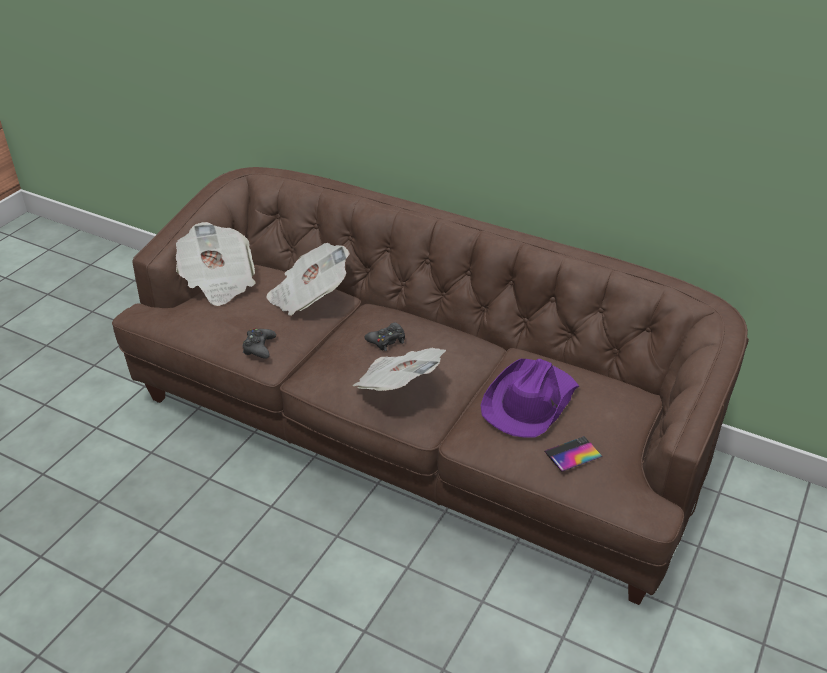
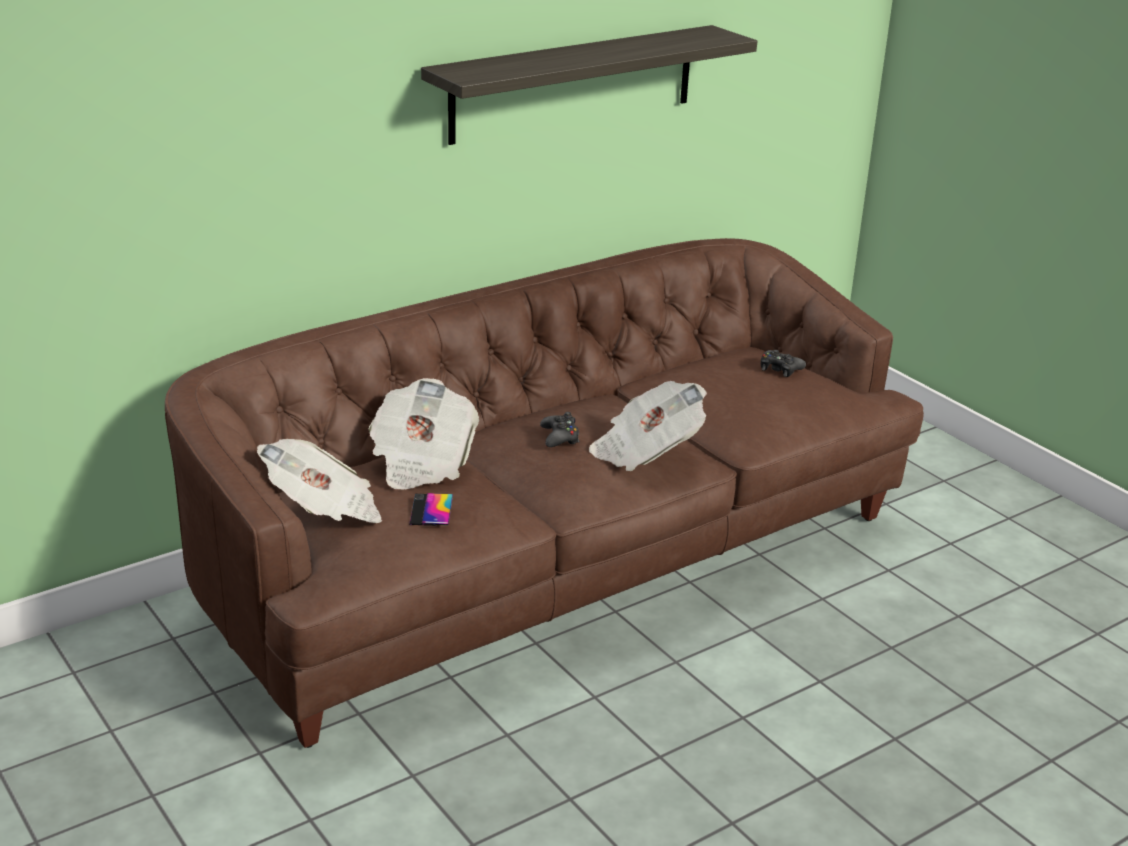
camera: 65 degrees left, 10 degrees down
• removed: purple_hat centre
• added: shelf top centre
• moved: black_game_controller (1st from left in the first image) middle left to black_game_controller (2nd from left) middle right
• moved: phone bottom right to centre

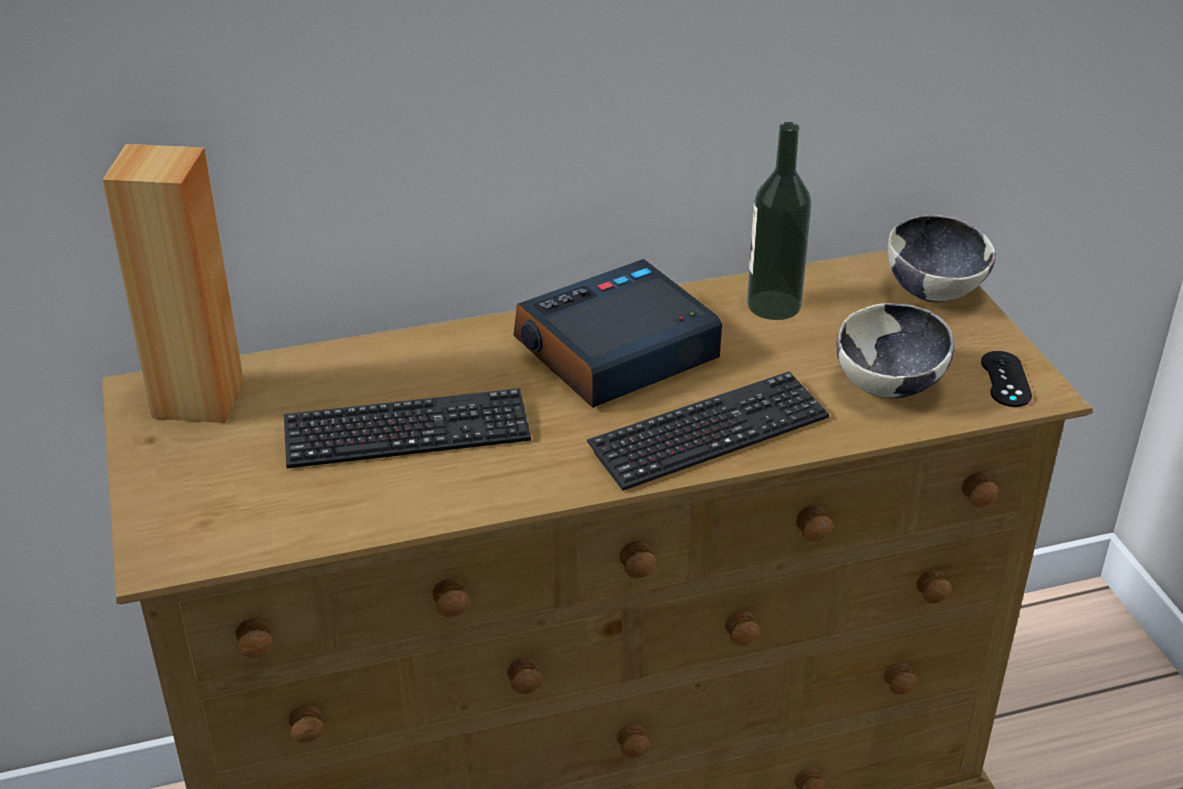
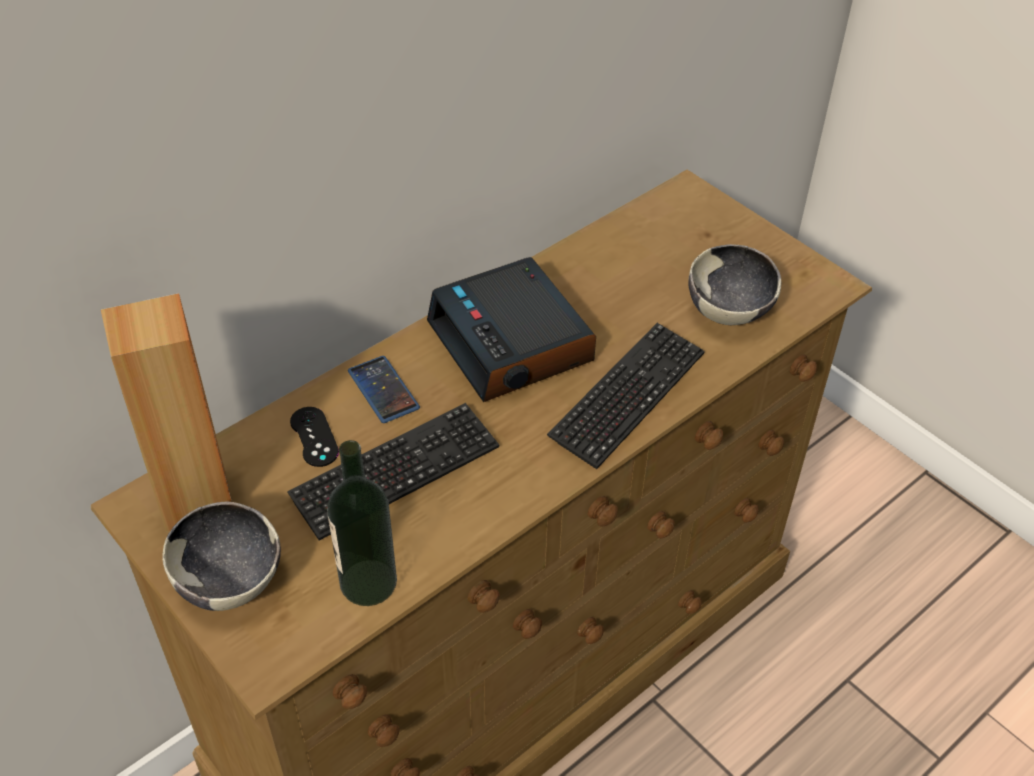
camera: 25 degrees left, 10 degrees up
• added: phone centre
• moved: bottle top centre to bottom centre
• moved: bowl (2nd from left in the first image) top right to bowl (1st from left) bottom left
• moved: black_game_controller middle right to middle left
• turned: alarm_clock centre = centre 60 degrees counterclockwise

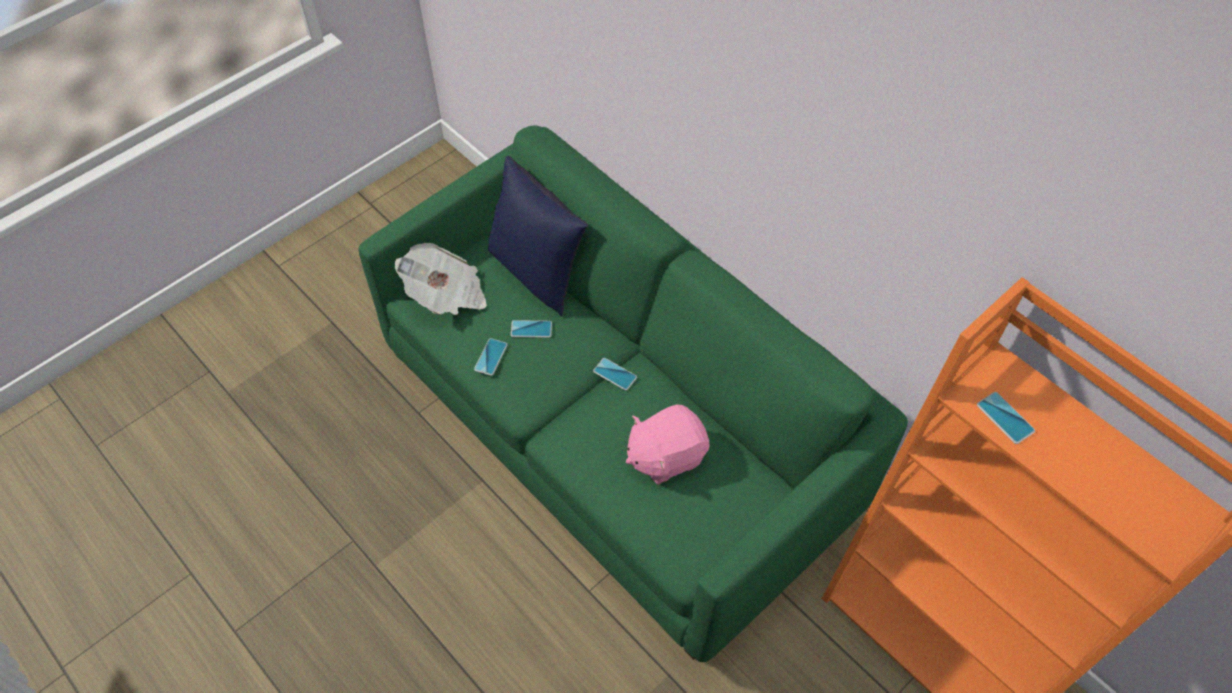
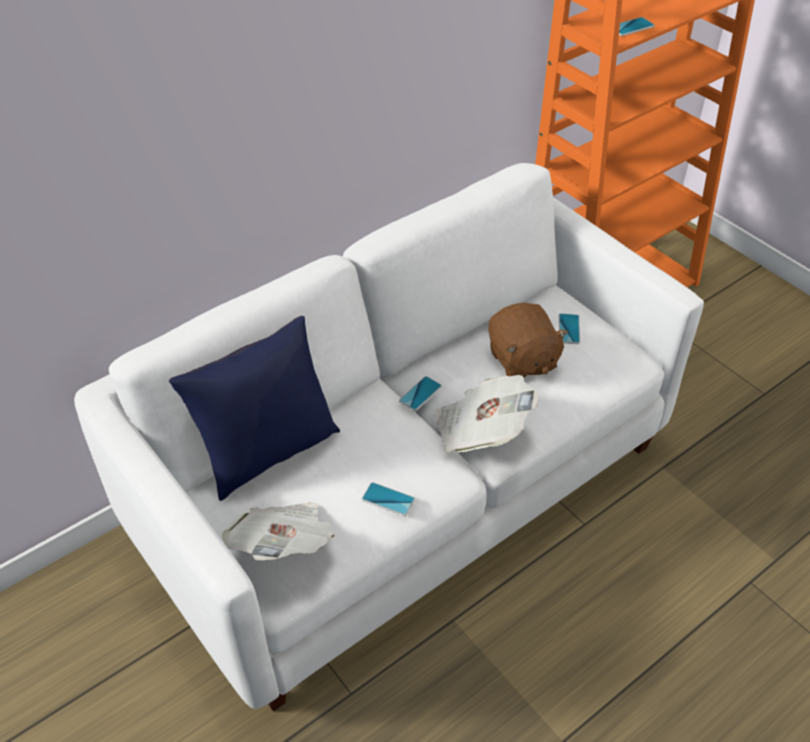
camera: 85 degrees left, 10 degrees down
• added: newspaper (2nd from left) centre
• moved: phone (2nd from left in the first image) centre to phone (3rd from left) middle right
• recoloured: green_sofa centre to white_sofa centre
• recoloured: pink_plush_toy centre to brown_plush_toy centre

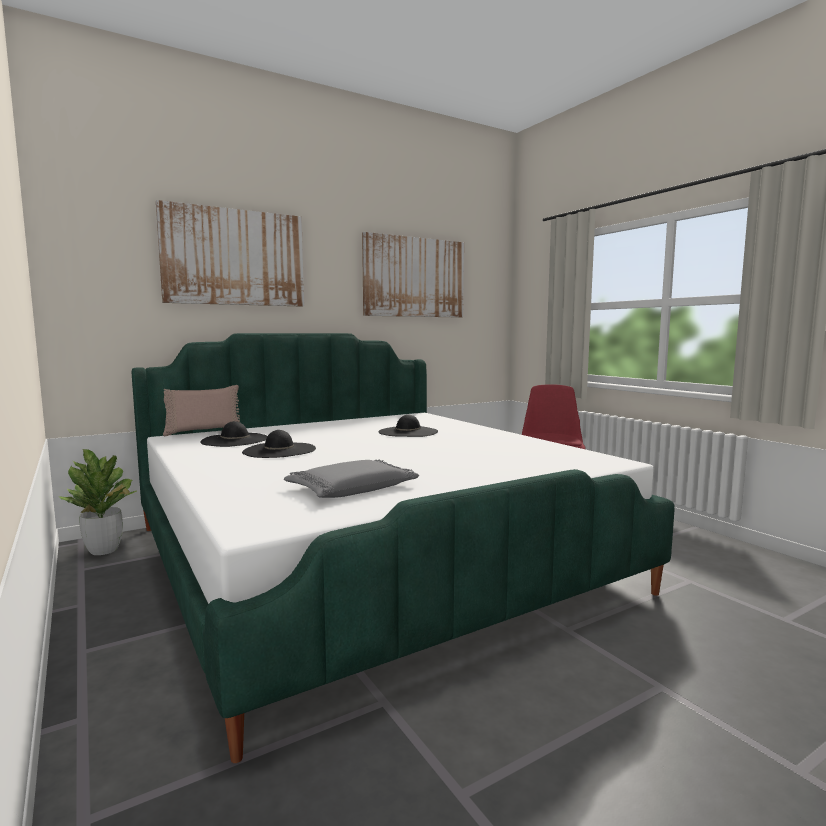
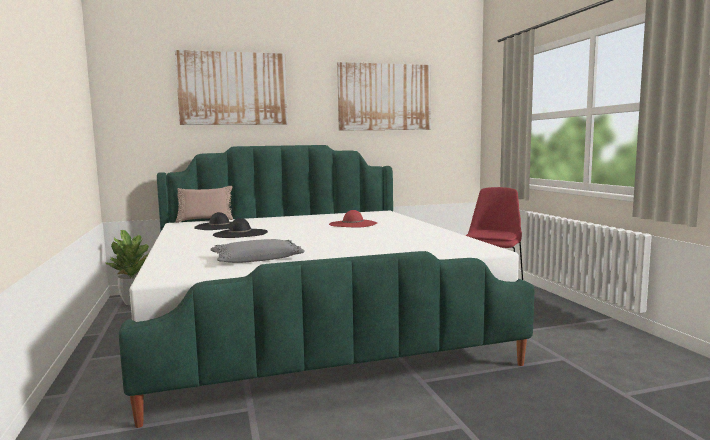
camera: 15 degrees right, 0 degrees up
• recoloured: black_hat (3rd from left) centre to red_hat centre

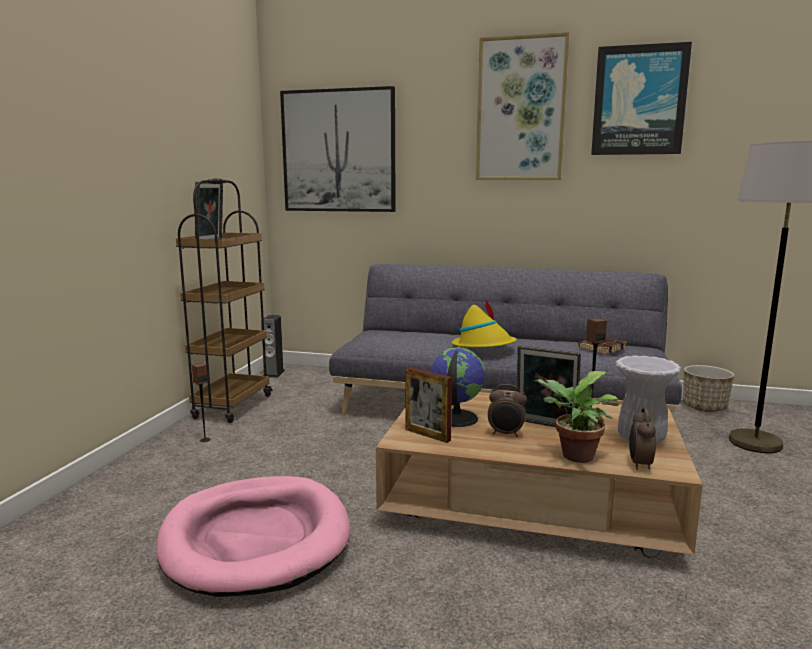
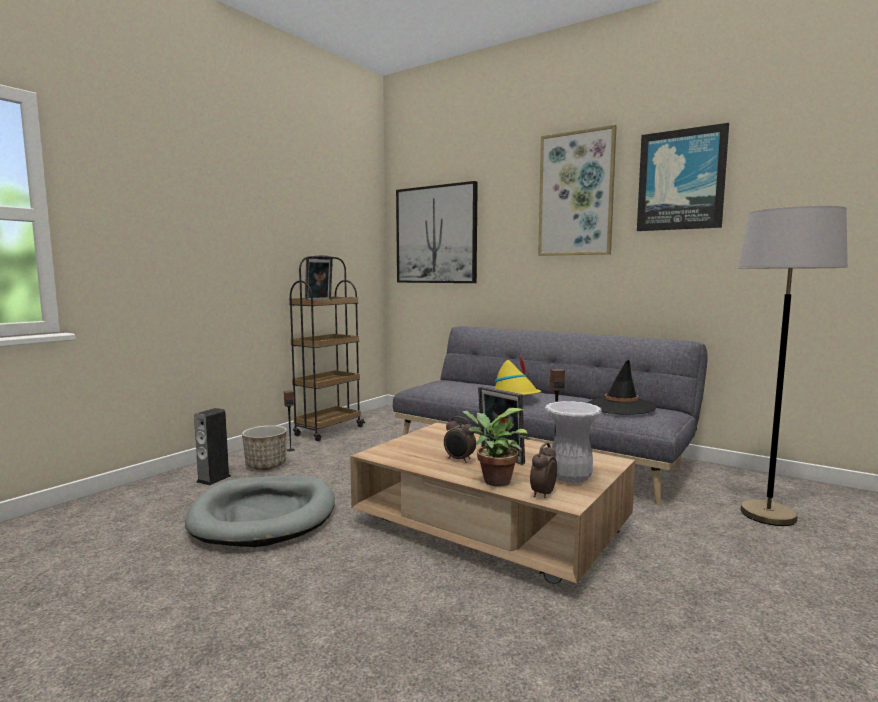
camera: 20 degrees right, 5 degrees down
• removed: picture_frame (2nd from left) centre
• removed: globe centre
• moved: speaker (2nd from left in the first image) centre to speaker (1st from left) middle left
• moved: planter middle right to middle left
• replaced: brown_book middle right to black_hat middle right
• recoloured: pink_dog_bed bottom left to grey_dog_bed bottom left

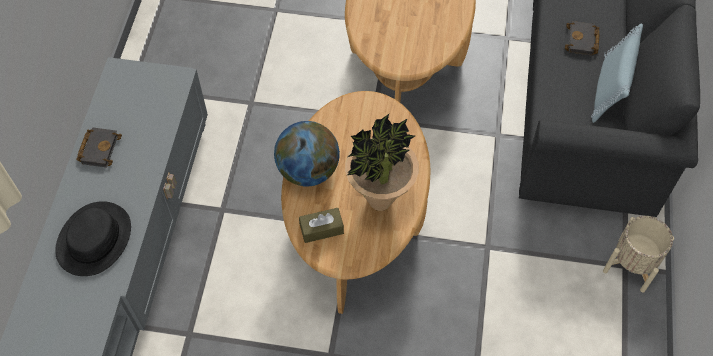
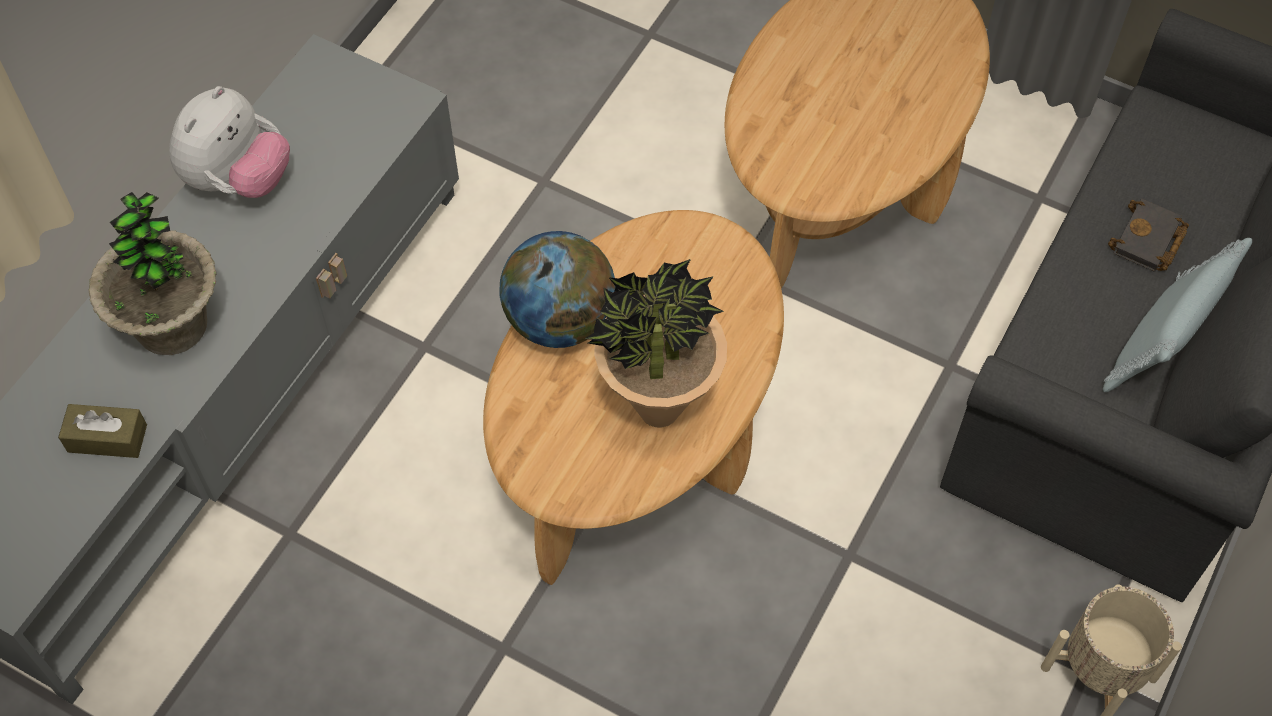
camera: 20 degrees right, 0 degrees up
• moved: brown_tissue_box centre to middle left
• replaced: black_hat bottom left to potted_plant (1st from left) middle left
• replaced: black_book (1st from left) middle left to plush_toy top left

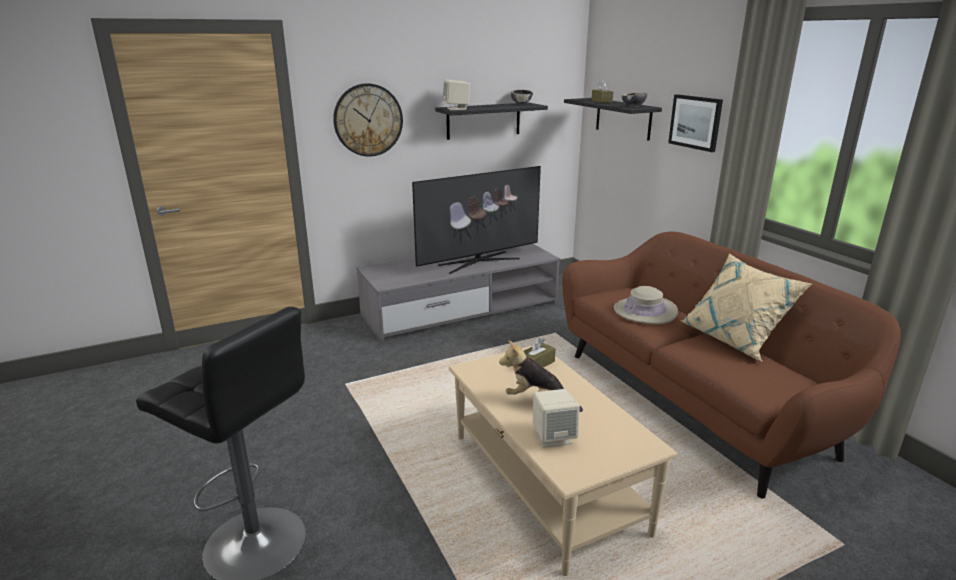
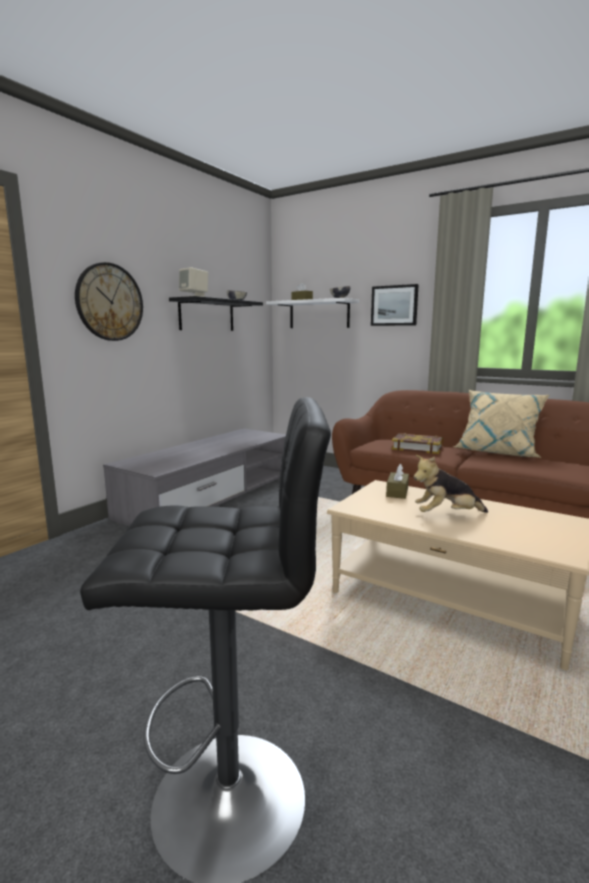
camera: 30 degrees left, 10 degrees down
• removed: television centre
• removed: beige_speaker (2nd from left) bottom centre
• replaced: beige_hat middle right to book middle right
• recoloured: black_shelf (2nd from left) top centre to white_shelf centre

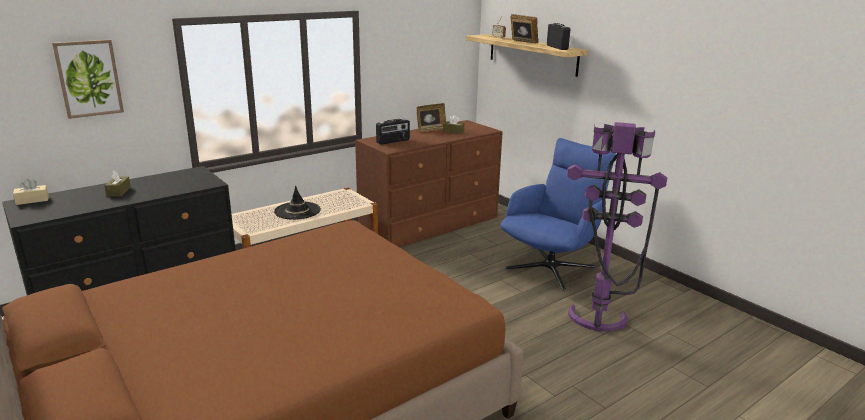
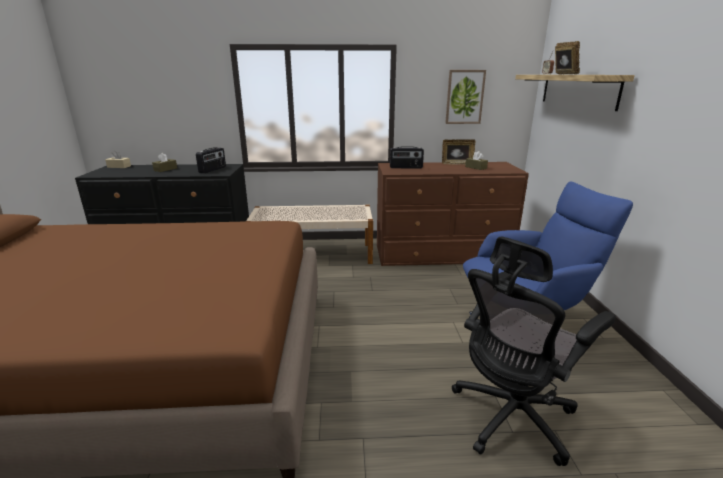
camera: 35 degrees right, 0 degrees up
• removed: black_hat centre
• moved: picture top left to top centre
• moved: radio (3rd from left in the first image) top centre to radio (1st from left) middle left
• replaced: purple_floor_lamp middle right to office_chair bottom right

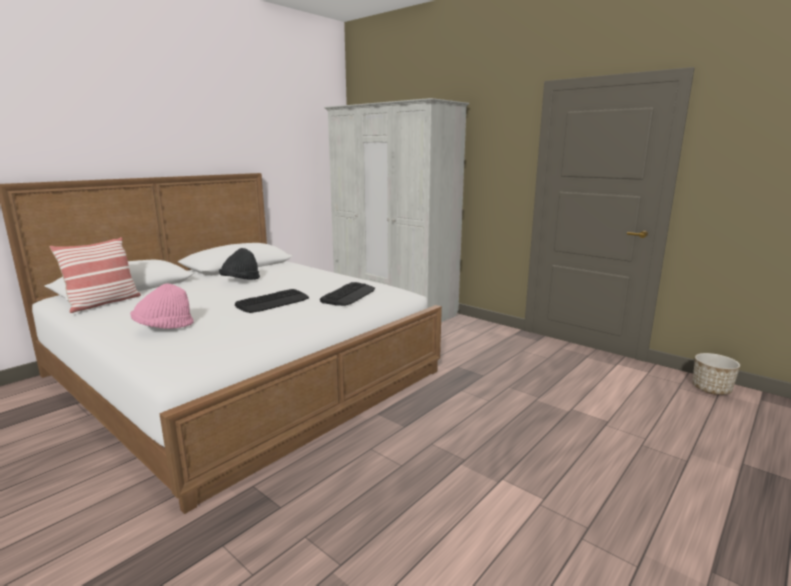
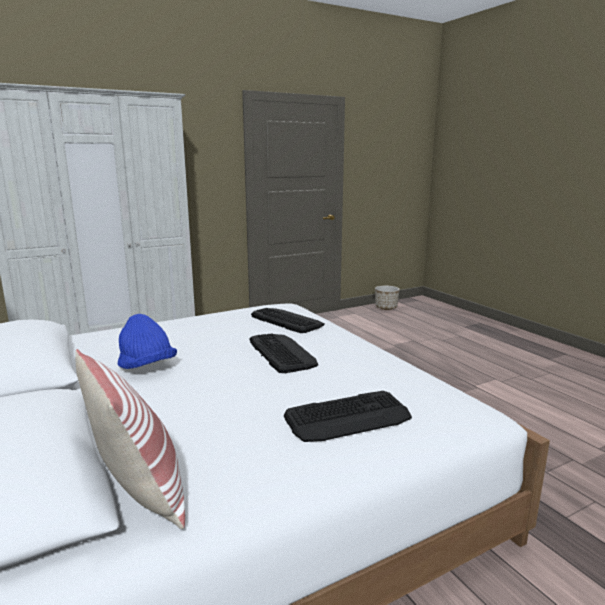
camera: 70 degrees left, 0 degrees up
• replaced: pink_hat middle left to keyboard (3rd from left) bottom centre
• recoloured: black_hat middle left to blue_hat middle left

